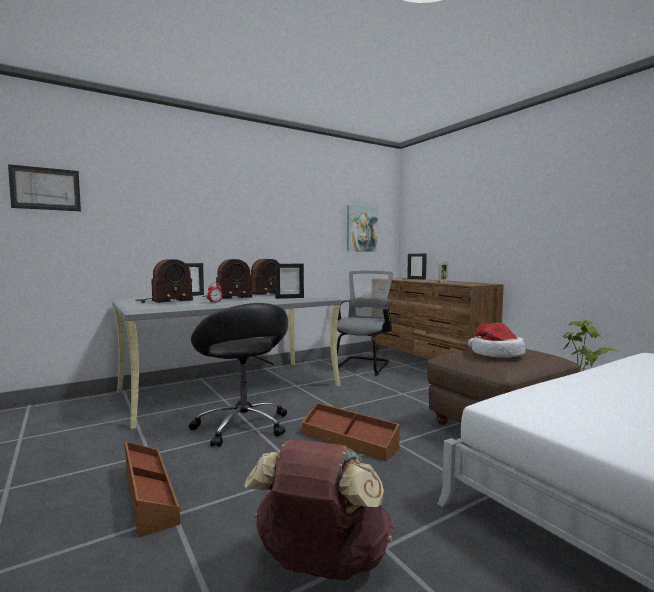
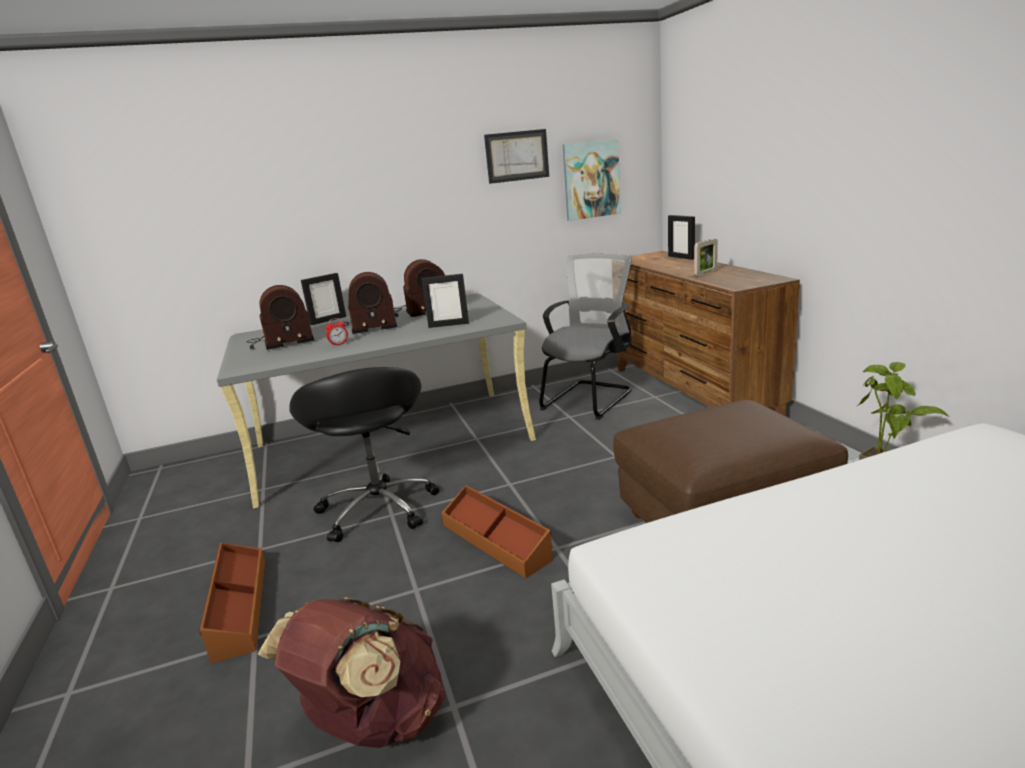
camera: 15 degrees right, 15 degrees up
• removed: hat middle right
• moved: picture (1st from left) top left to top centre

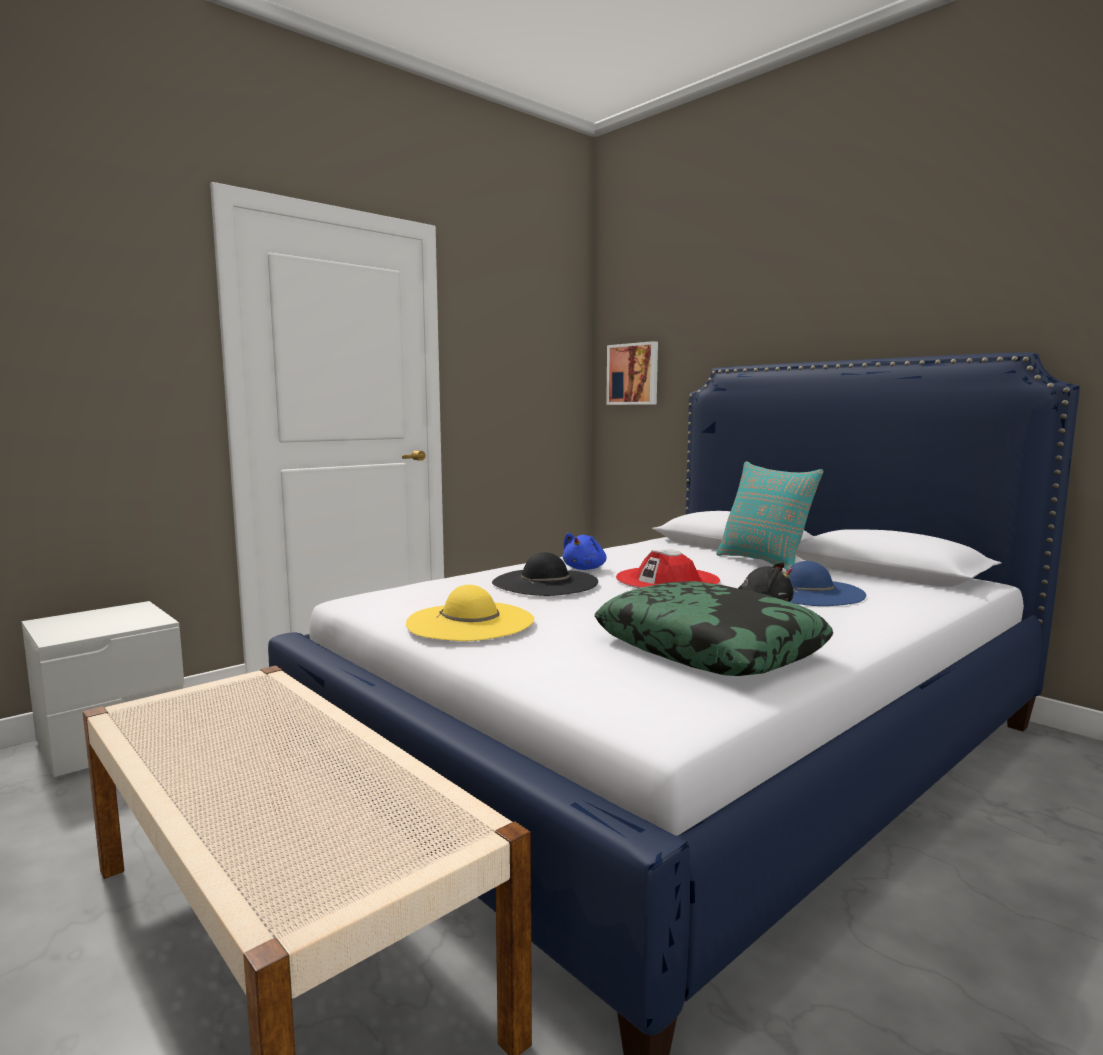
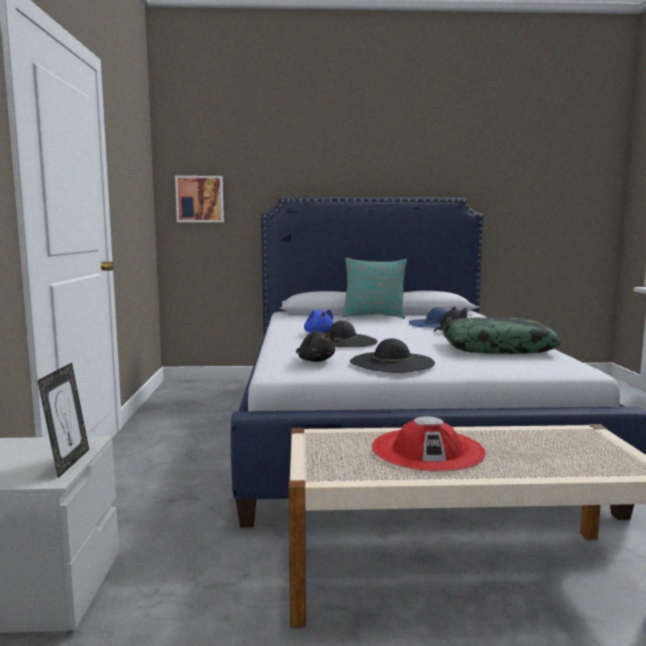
camera: 50 degrees left, 0 degrees up
• added: picture_frame middle left
• added: black_plush_toy (1st from left) centre
• moved: red_hat centre to bottom centre
• recoloured: yellow_hat centre to black_hat (2nd from left) centre

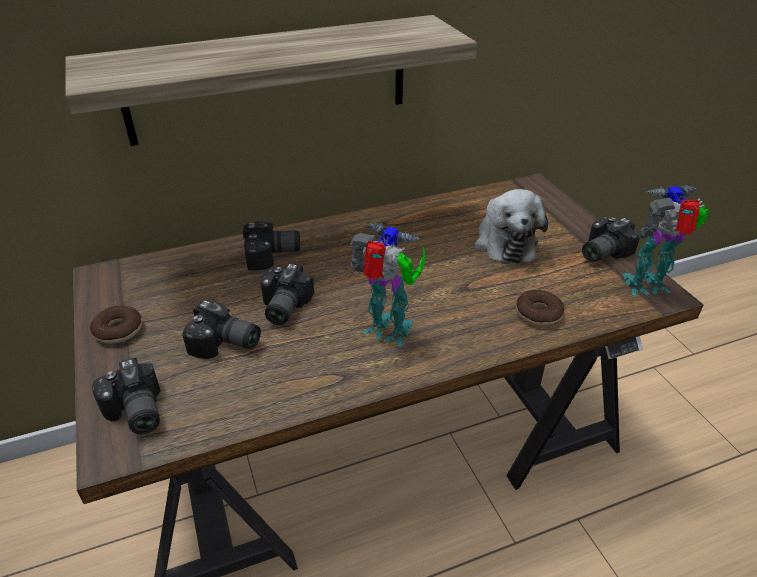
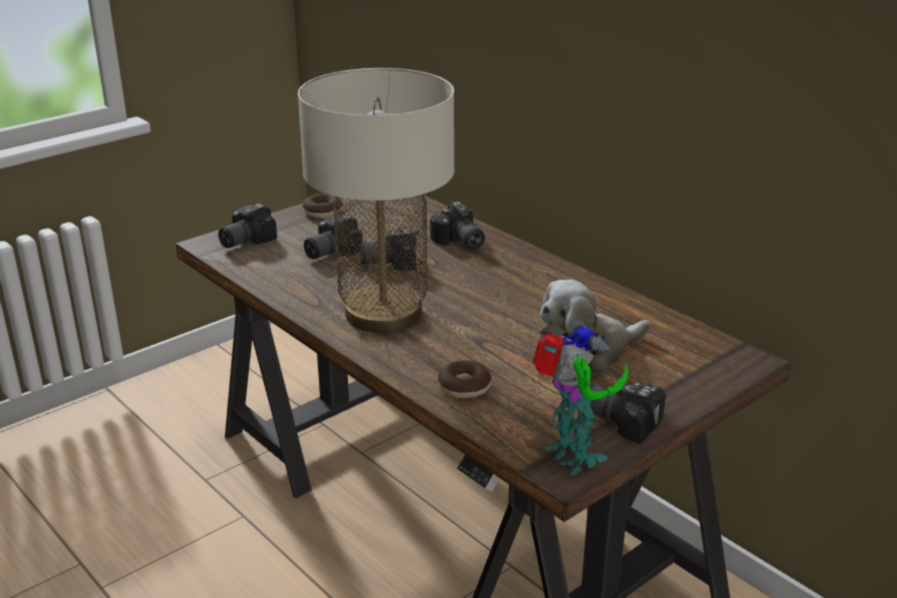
camera: 70 degrees right, 10 degrees down
• removed: shelf top centre
• replaced: toy_robot (1st from left) centre to table_lamp centre
• turned: photo_camera (2nd from left) middle left = centre 45 degrees clockwise

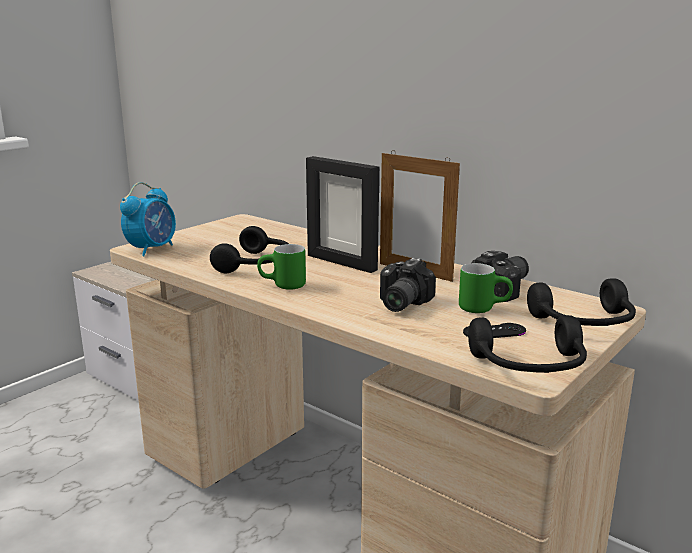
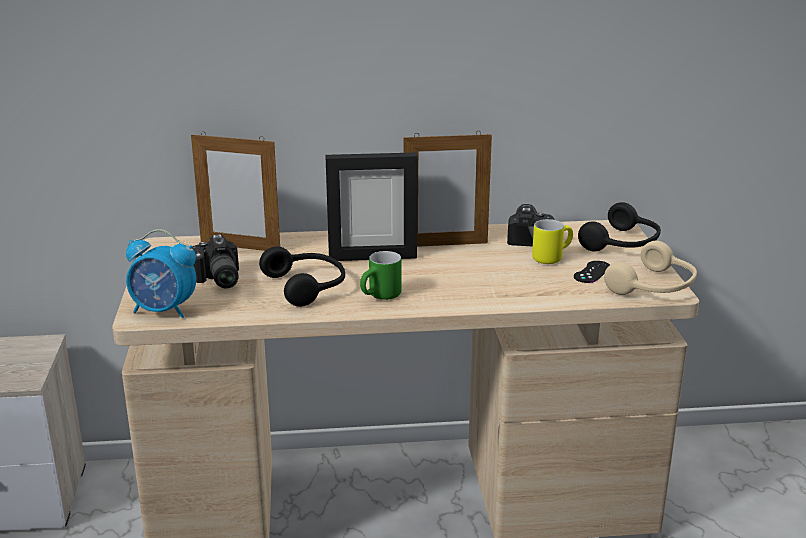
camera: 45 degrees left, 5 degrees up
• added: picture_frame (1st from left) middle left
• moved: photo_camera (1st from left) centre to middle left
• recoloured: green_mug (2nd from left) middle right to yellow_mug middle right
• recoloured: black_headphones (2nd from left) middle right to beige_headphones middle right
• turned: alarm_clock middle left = middle left 120 degrees clockwise

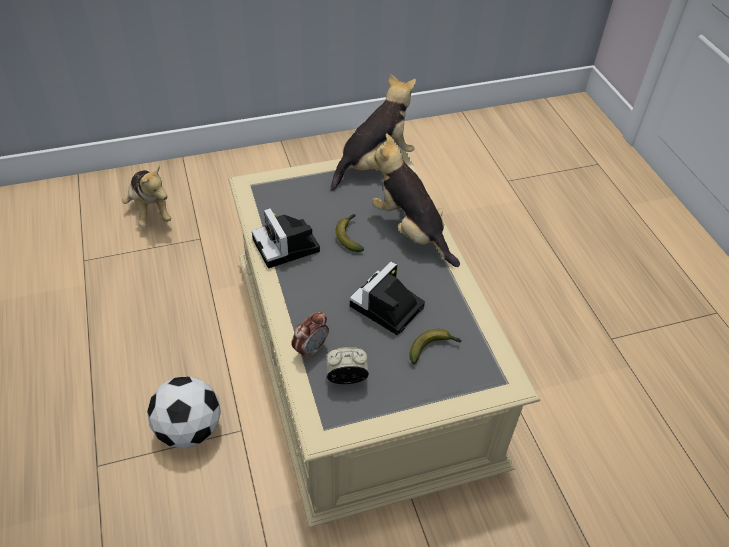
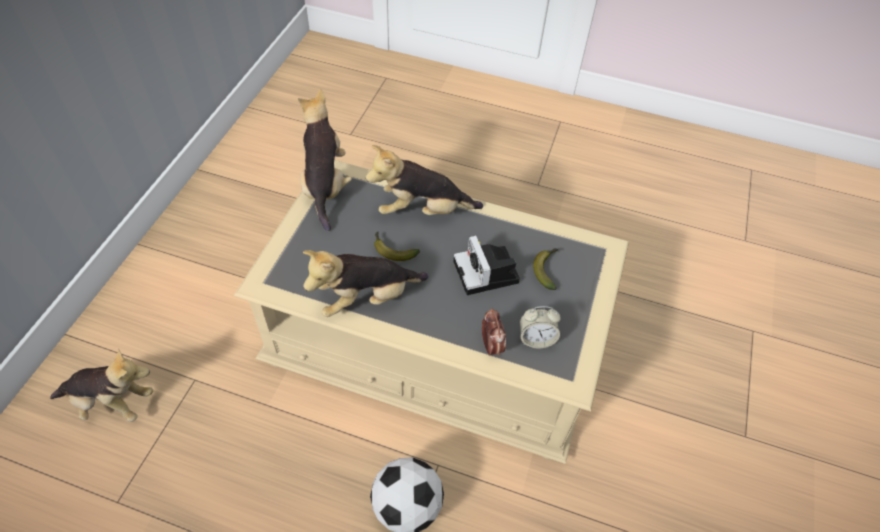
camera: 55 degrees left, 5 degrees up
• replaced: photo_camera (1st from left) centre to plush_toy (3rd from left) centre
• turned: alarm_clock (2nd from left) bottom centre = centre 120 degrees counterclockwise

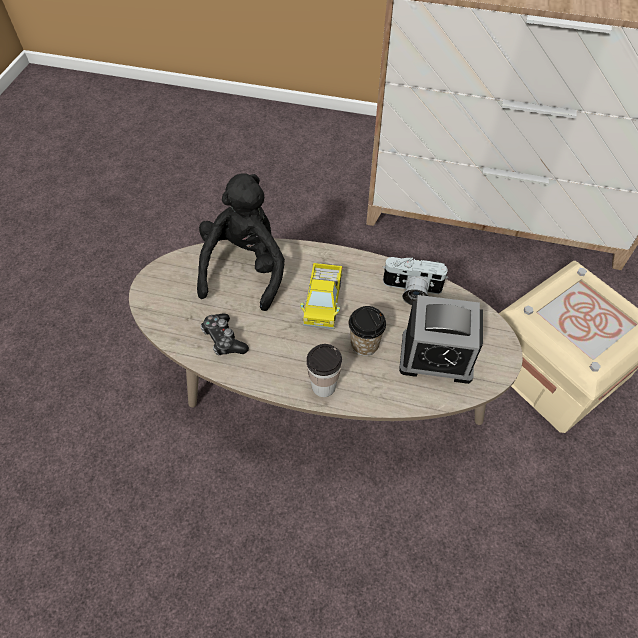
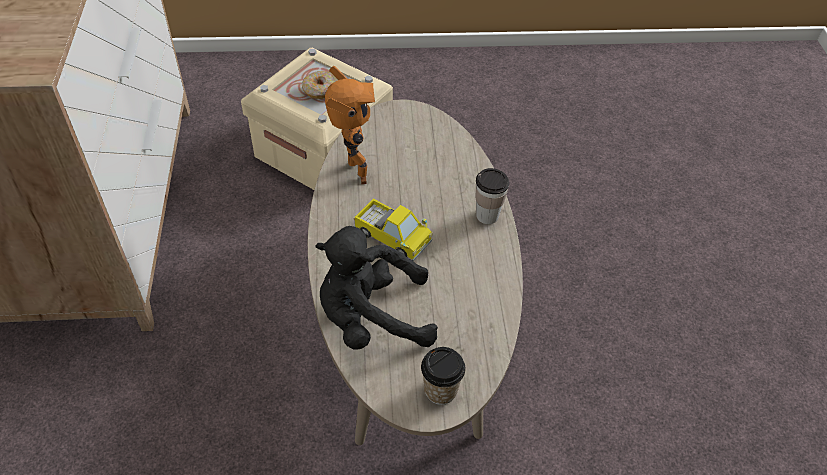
camera: 110 degrees left, 5 degrees down
• removed: game_controller centre
• removed: alarm_clock middle right
• added: donut top centre
• moved: cup (2nd from left in the first image) centre to cup (1st from left) bottom centre
• replaced: photo_camera centre to toy_robot top centre
• turned: toy_truck centre = centre 45 degrees clockwise

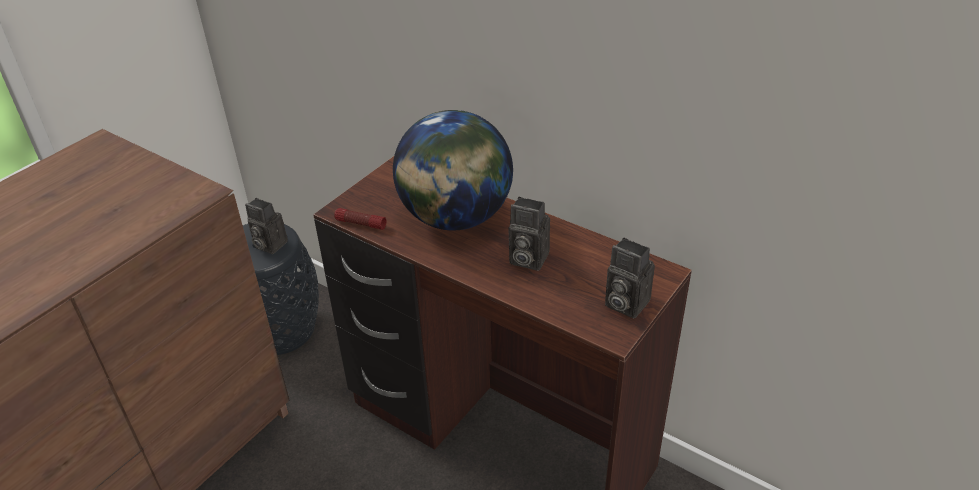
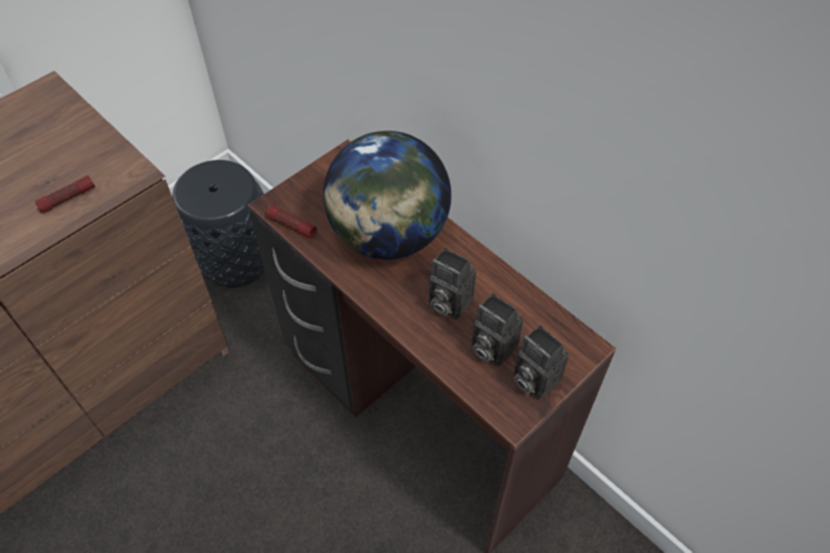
camera: 10 degrees right, 15 degrees up
• added: flashlight (1st from left) middle left
• moved: photo_camera (1st from left in the first image) middle left to photo_camera (2nd from left) centre

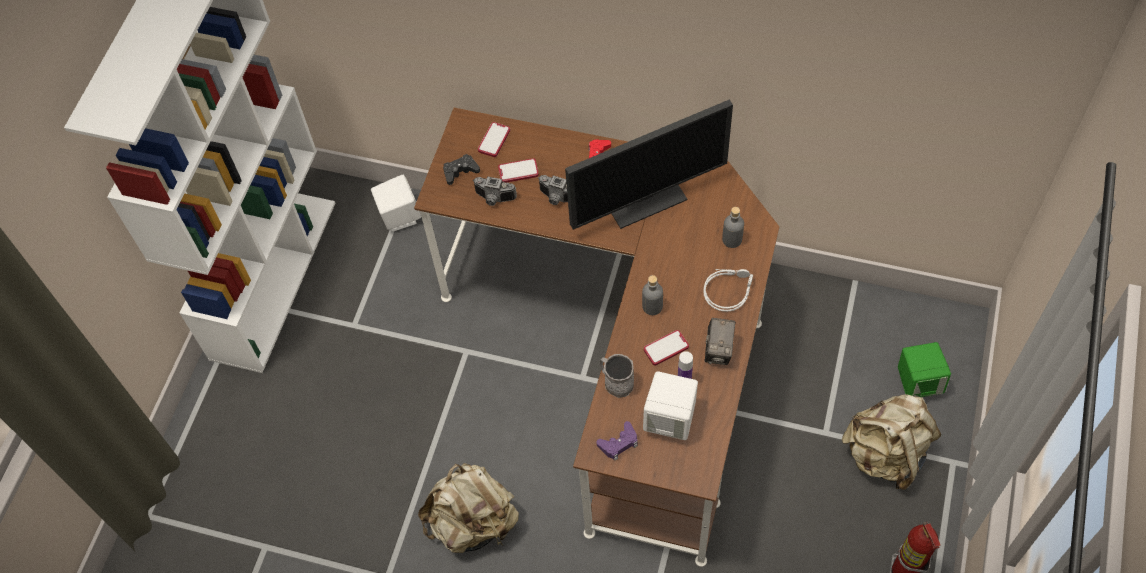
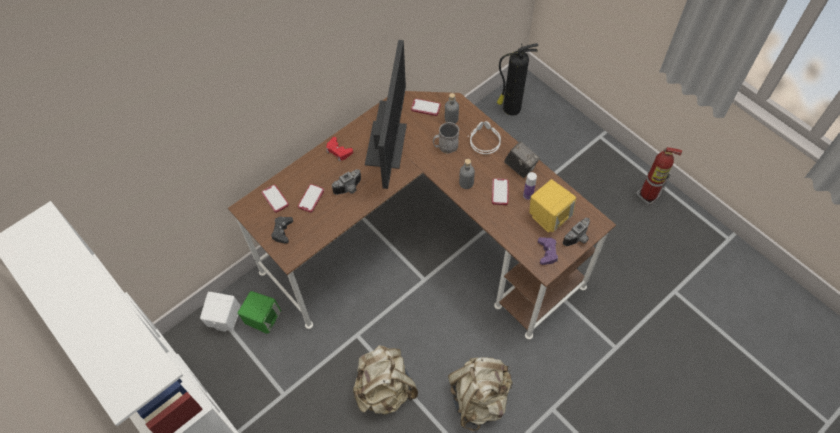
camera: 60 degrees left, 0 degrees up
• added: phone (3rd from left) top centre
• added: fire_extinguisher (1st from left) top centre
• moved: photo_camera (1st from left in the first image) centre to photo_camera (3rd from left) middle right
• moved: grey_mug centre to top centre
• moved: beige_backpack (2nd from left in the first image) bottom right to beige_backpack (1st from left) bottom centre
• moved: green_speaker middle right to bottom left
• recoloured: white_speaker (2nd from left) bottom centre to yellow_speaker centre

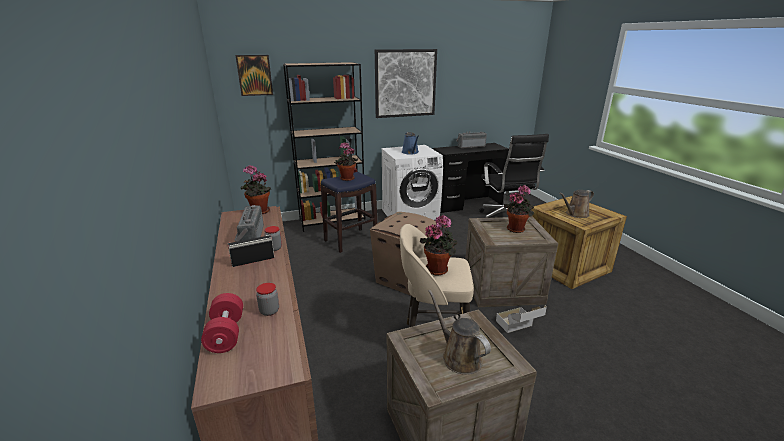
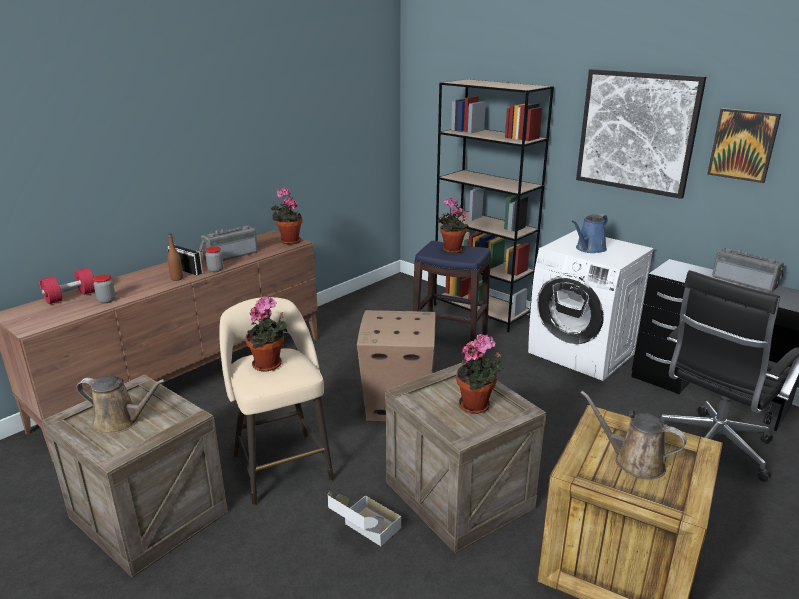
camera: 60 degrees right, 0 degrees up
• added: brown_bottle middle left
• moved: picture (1st from left in the first image) top left to picture (2nd from left) top right
• turned: brown_watering_can (1st from left) bottom centre = bottom left 75 degrees clockwise

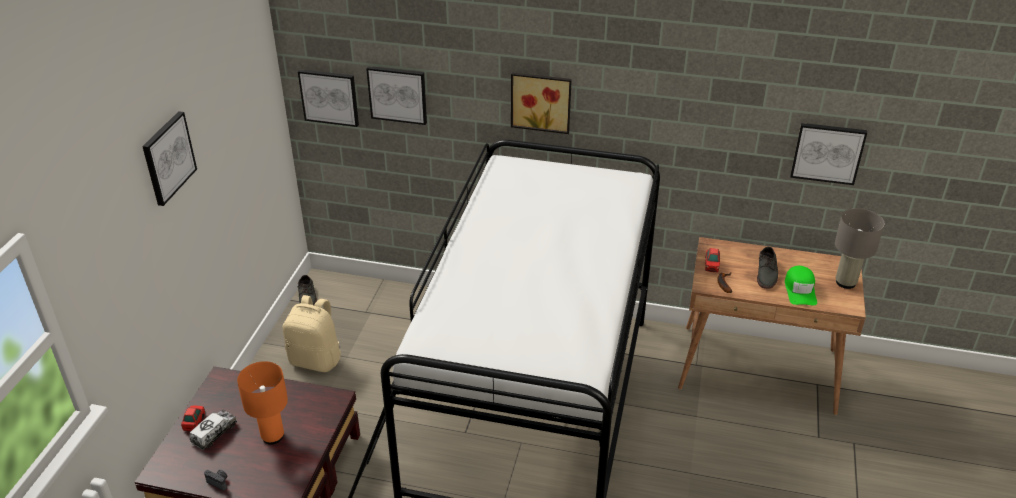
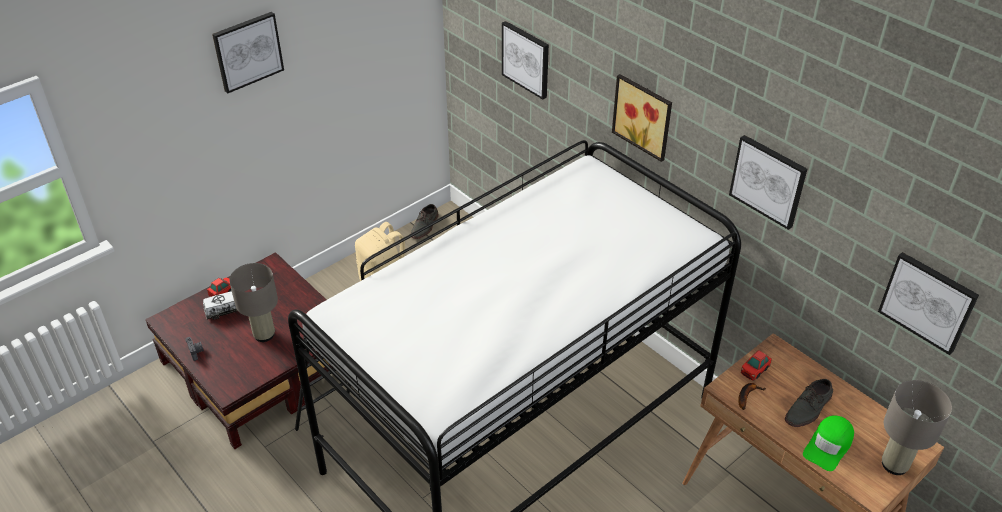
camera: 35 degrees right, 5 degrees up
• moved: picture (2nd from left in the first image) top left to picture (4th from left) middle right
• recoloured: orange_table_lamp bottom left to grey_table_lamp (1st from left) middle left

